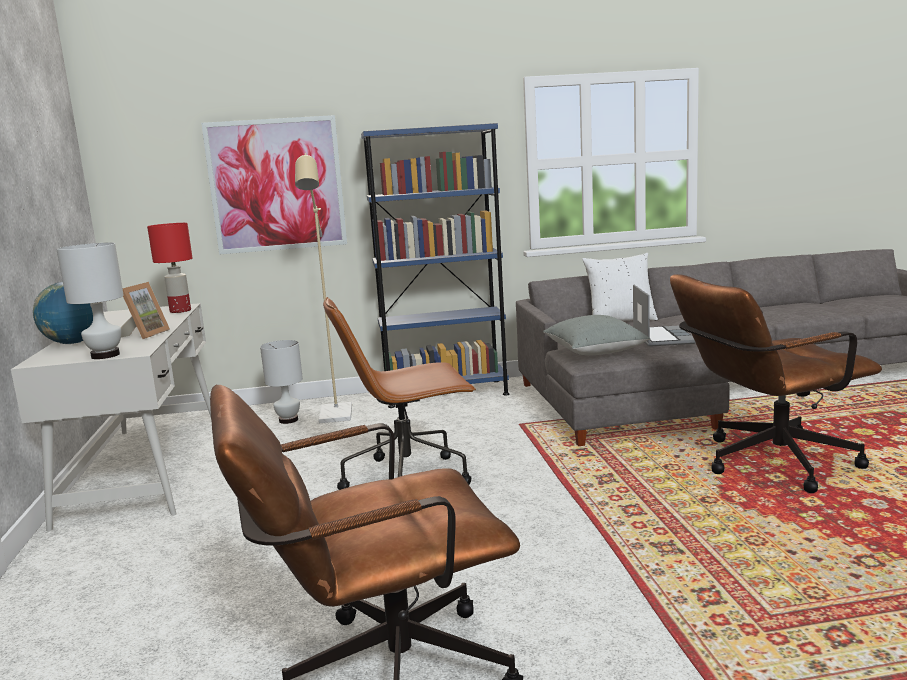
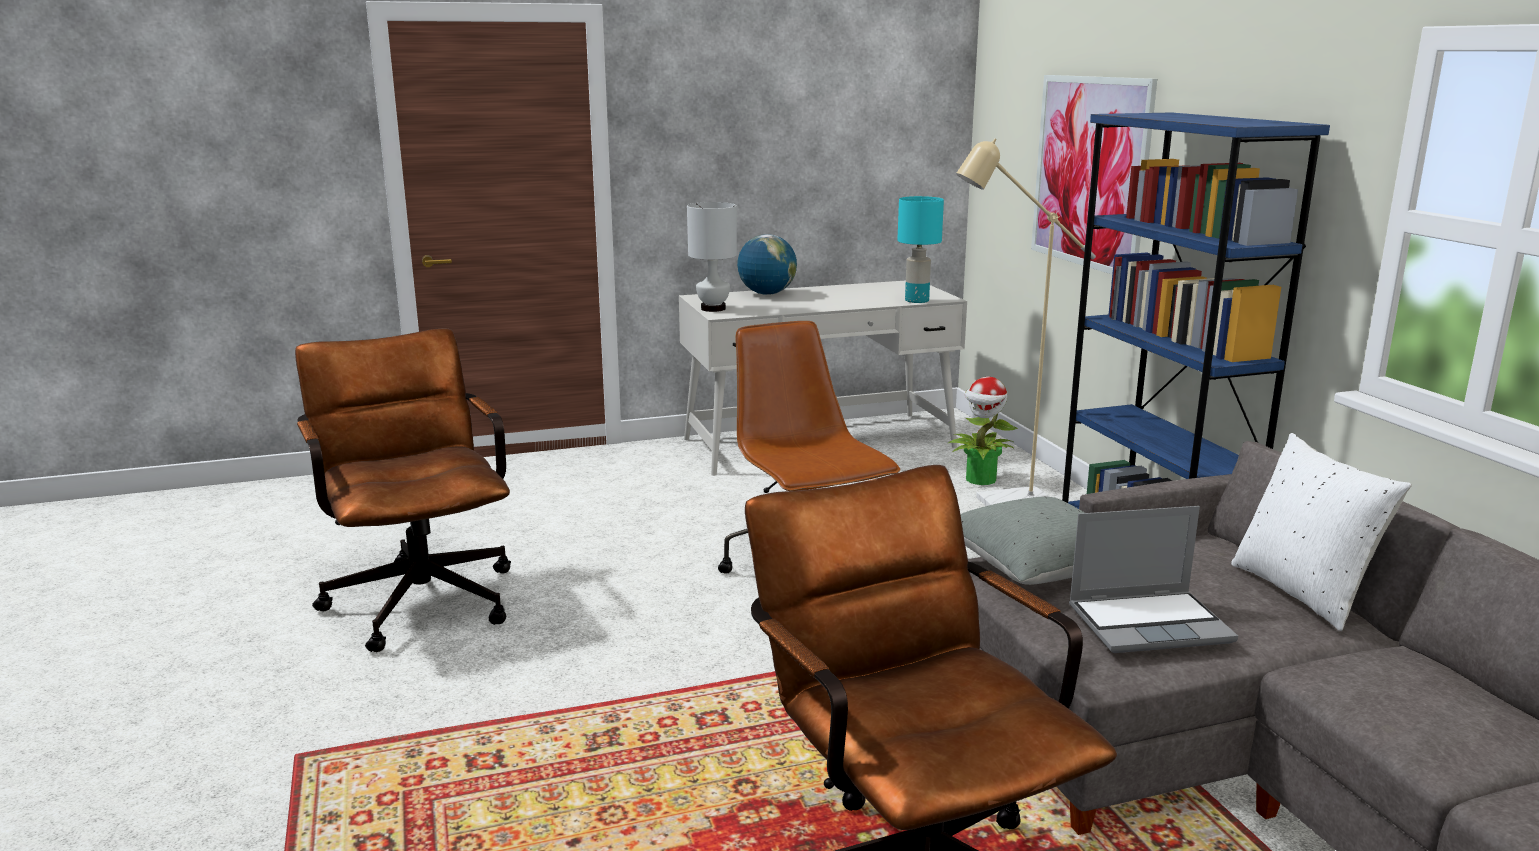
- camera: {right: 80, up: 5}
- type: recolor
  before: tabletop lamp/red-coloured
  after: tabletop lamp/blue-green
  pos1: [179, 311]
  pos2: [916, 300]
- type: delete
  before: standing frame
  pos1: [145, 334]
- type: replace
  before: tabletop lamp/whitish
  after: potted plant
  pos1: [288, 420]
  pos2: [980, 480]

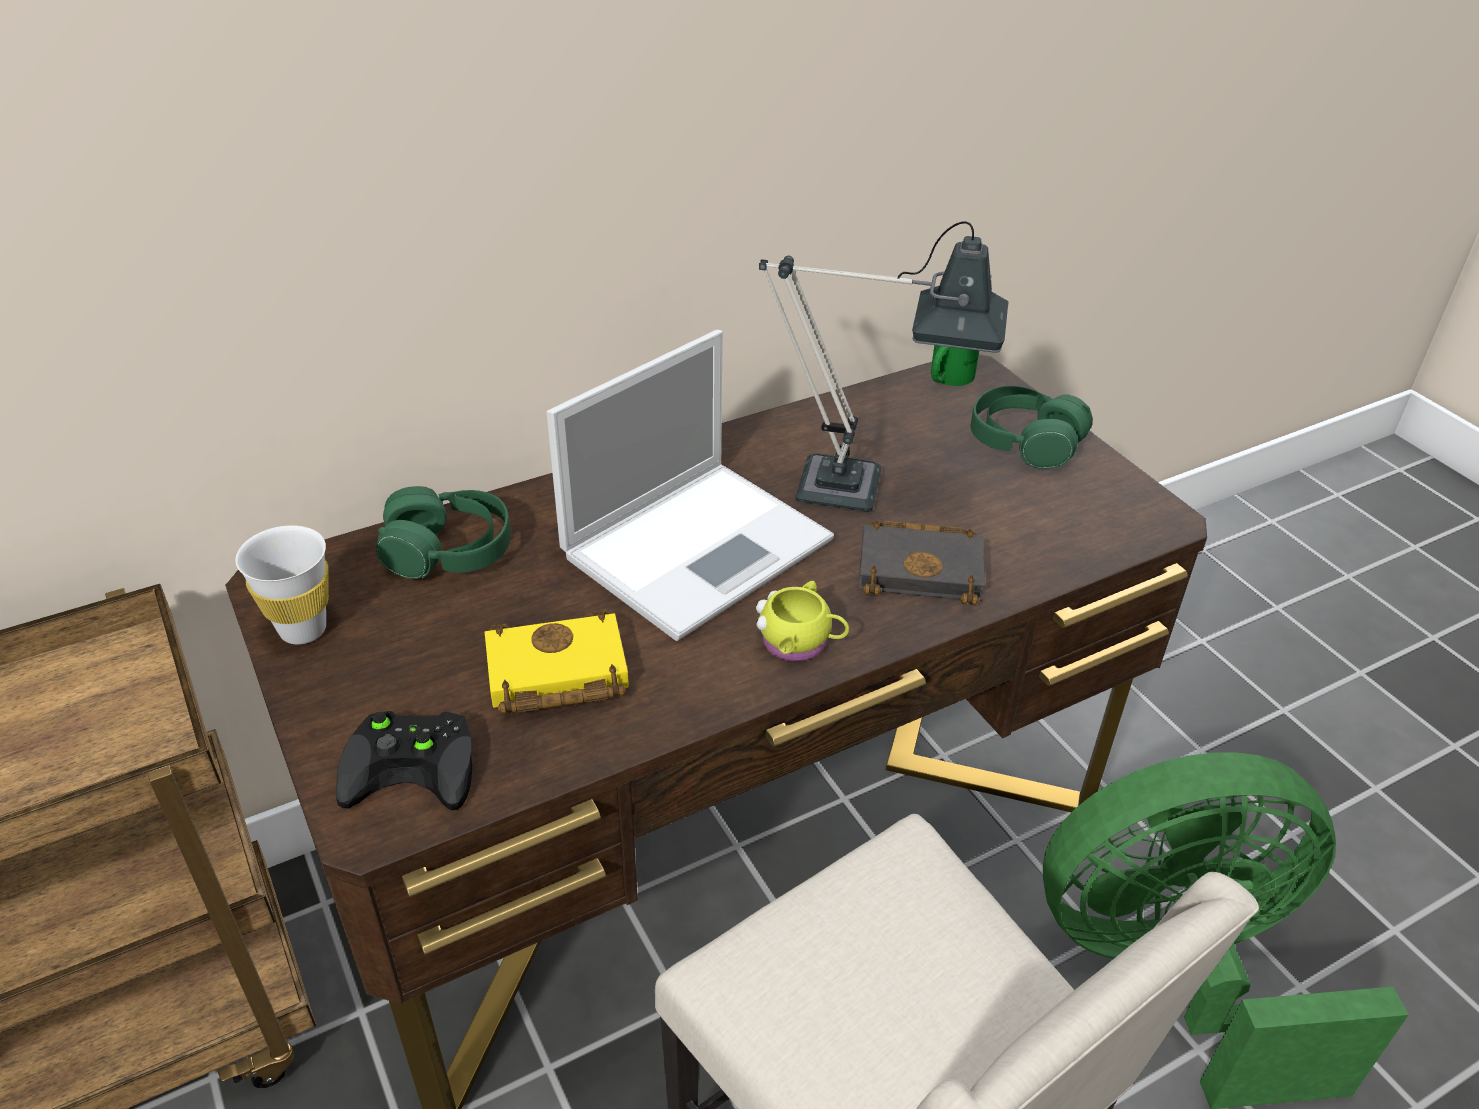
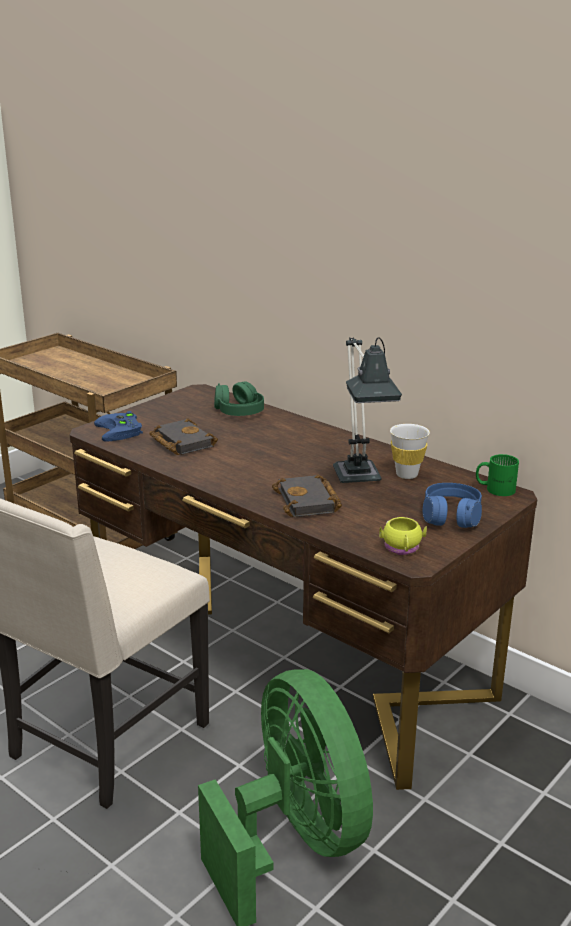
- camera: {right: 70, up: -15}
- type: delete
  before: laptop
  pos1: [700, 545]
- type: recolor
  before: headphones/green-coloured
  after: headphones/blue
  pos1: [1024, 442]
  pos2: [451, 516]
- type: move
  before: cup/whitish
  pos1: [303, 629]
  pos2: [407, 474]
- type: move
  before: coffee mug/yellow-coloured
  pos1: [800, 643]
  pos2: [402, 549]
- type: recolor
  before: book/yellow-coloured
  after: book/black-coloured
  pos1: [553, 675]
  pos2: [180, 442]
- type: recolor
  before: joypad/black-coloured
  after: joypad/blue
  pos1: [416, 764]
  pos2: [121, 431]

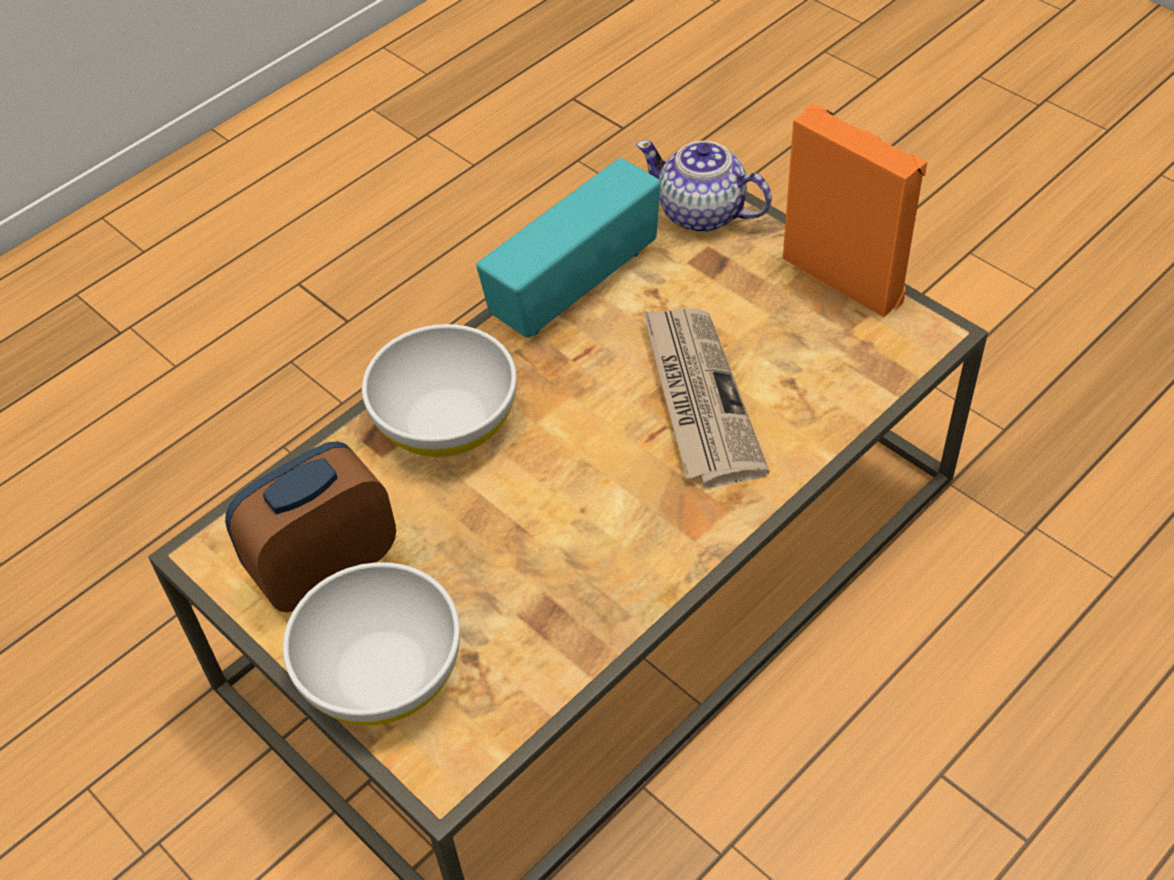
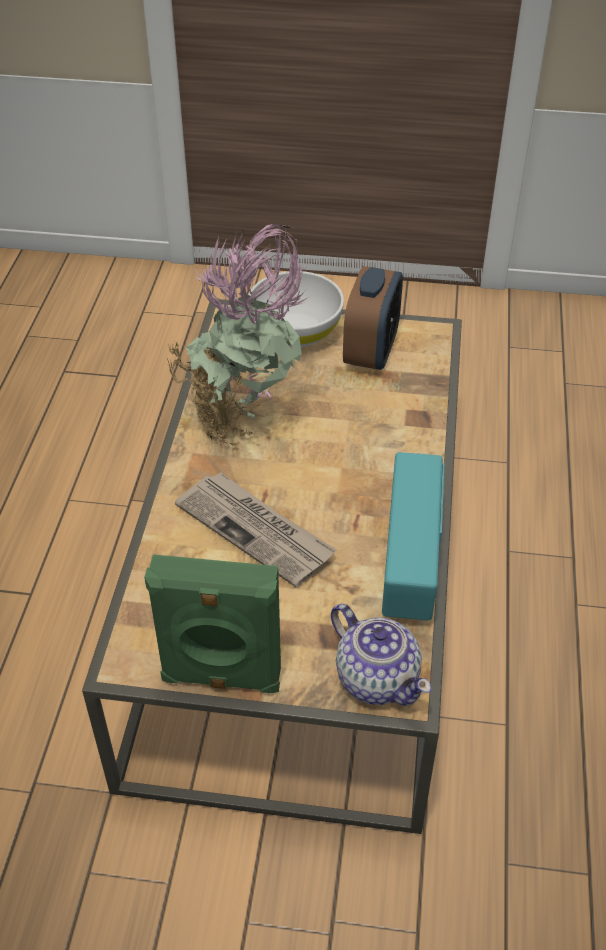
- camera: {right: 140, up: -5}
- type: recolor
  before: audio speaker/orange-coloured
  after: audio speaker/green-coloured
  pos1: [844, 277]
  pos2: [221, 678]
- type: rotate
  before: pot for tea
  pos1: [702, 213]
  pos2: [377, 677]
  turn: 60
- type: delete
  before: serving bowl/whitish
  pos1: [447, 422]
- type: insert
  after: potted plant
  pos2: [244, 421]

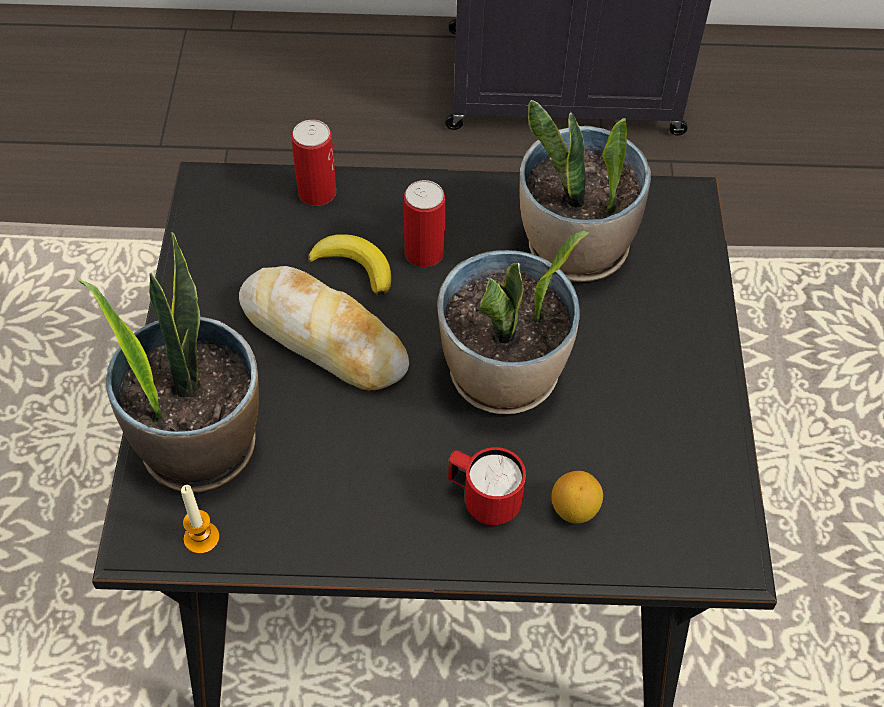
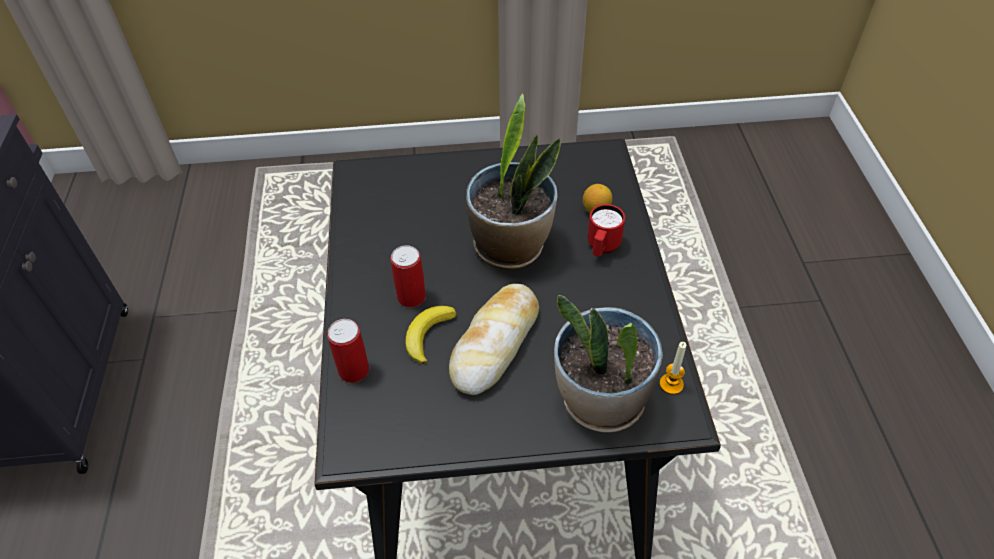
- camera: {right: -95, up: -5}
- type: delete
  before: potted plant
  pos1: [575, 249]

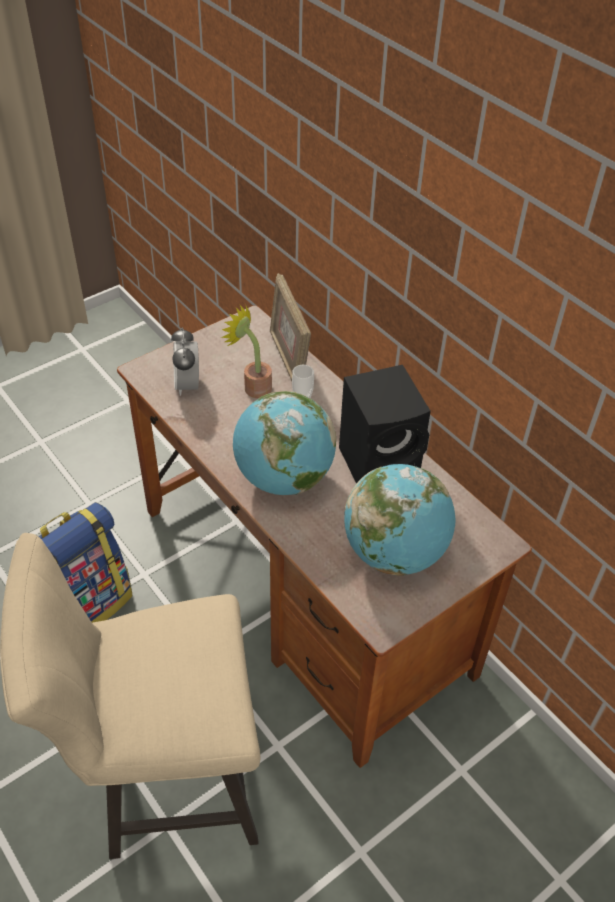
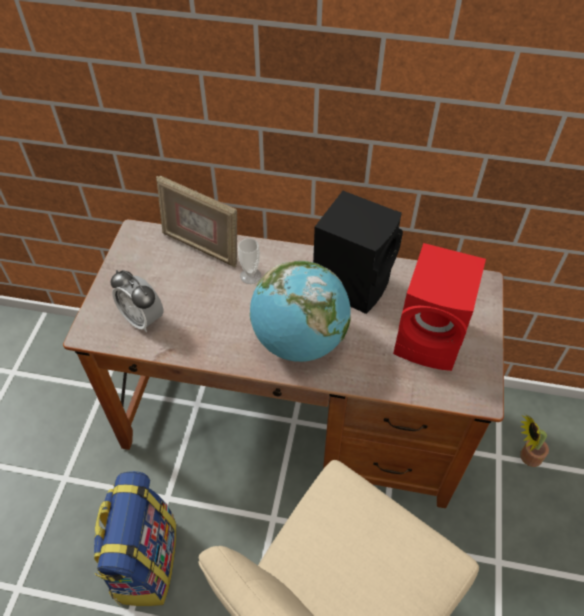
- camera: {right: -40, up: 5}
- type: move
  before: potted plant
  pos1: [253, 386]
  pos2: [526, 457]
- type: replace
  before: world globe
  after: audio speaker/red-coloured
  pos1: [394, 553]
  pos2: [431, 339]

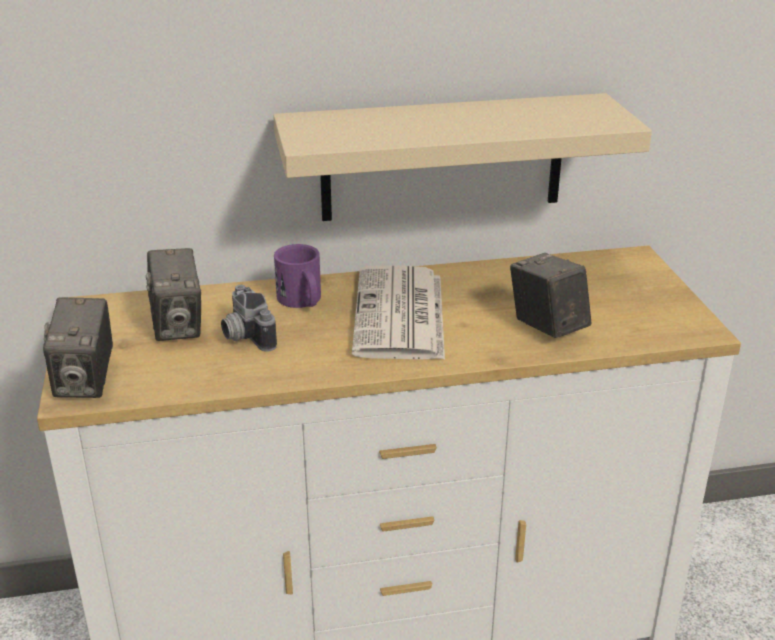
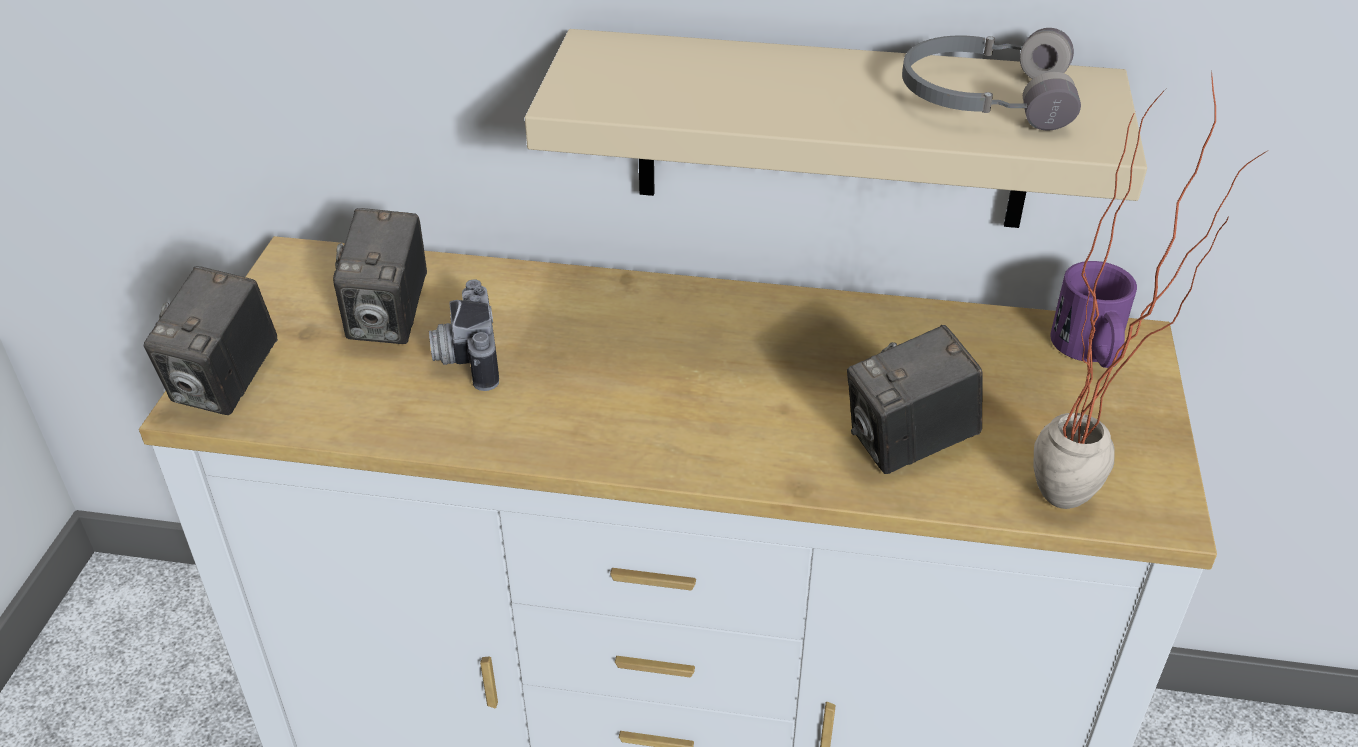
- camera: {right: 20, up: 10}
- type: move
  before: coffee mug/purple-coloured
  pos1: [302, 301]
  pos2: [1090, 351]
- type: rotate
  before: still camera
  pos1: [547, 327]
  pos2: [908, 445]
  turn: -105
- type: delete
  before: daily paper
  pos1: [400, 315]
- type: insert
  after: headphones/grey
  pos2: [985, 97]
- type: insert
  after: potted plant
  pos2: [1086, 505]

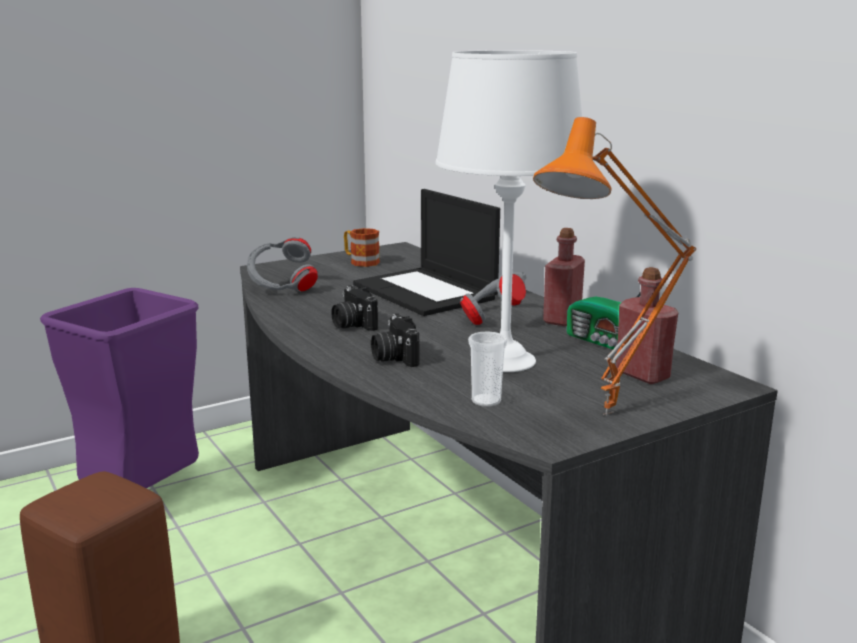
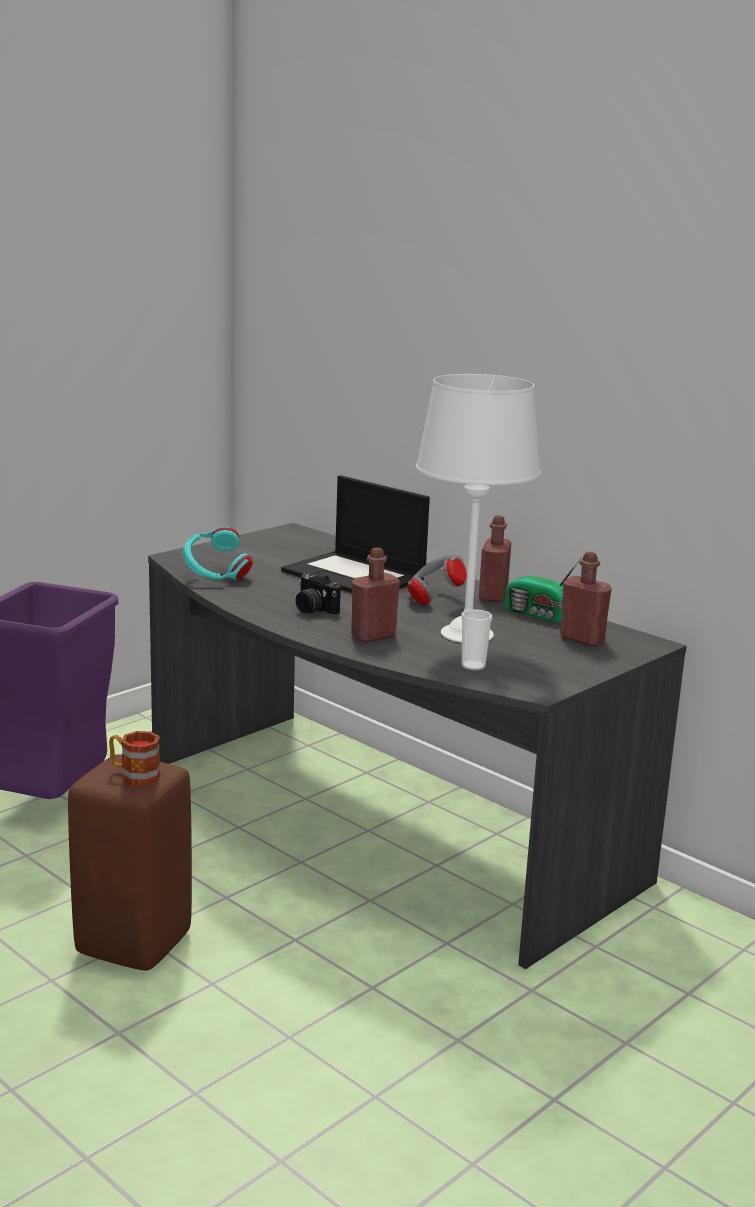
- camera: {right: -15, up: 0}
- type: delete
  before: tabletop lamp/orange-coloured
  pos1: [612, 416]
- type: move
  before: coffee mug
  pos1: [360, 261]
  pos2: [134, 775]
- type: recolor
  before: headphones/grey
  after: headphones/blue-green
  pos1: [282, 288]
  pos2: [215, 577]
- type: replace
  before: still camera
  after: bottle/red-coloured
  pos1: [394, 357]
  pos2: [373, 636]

